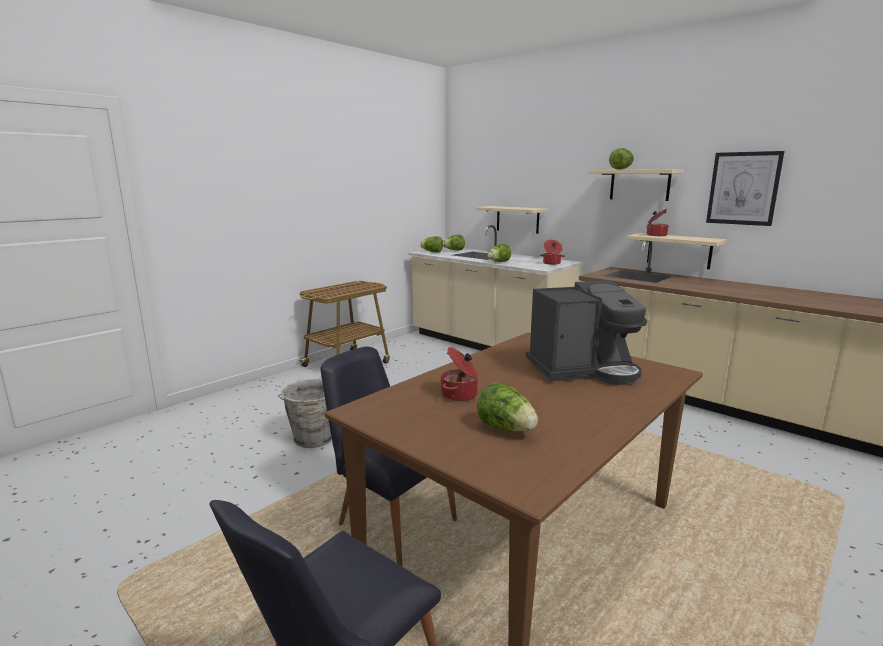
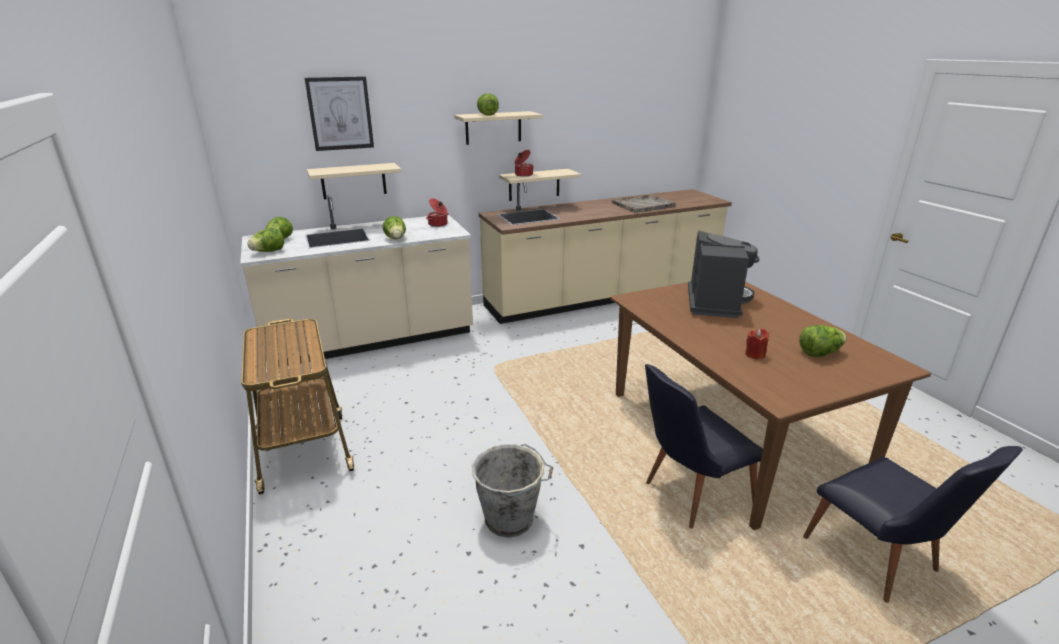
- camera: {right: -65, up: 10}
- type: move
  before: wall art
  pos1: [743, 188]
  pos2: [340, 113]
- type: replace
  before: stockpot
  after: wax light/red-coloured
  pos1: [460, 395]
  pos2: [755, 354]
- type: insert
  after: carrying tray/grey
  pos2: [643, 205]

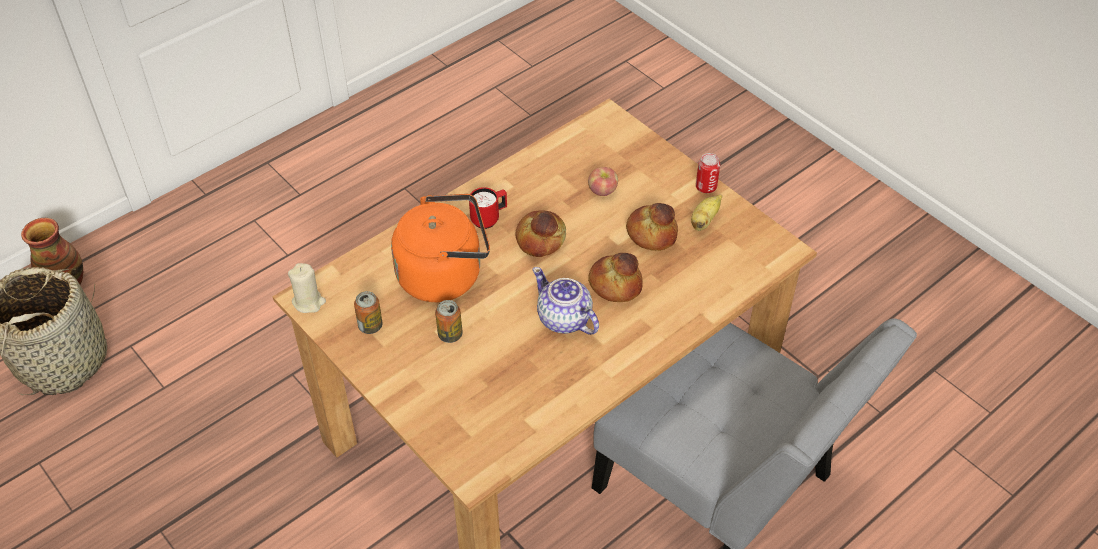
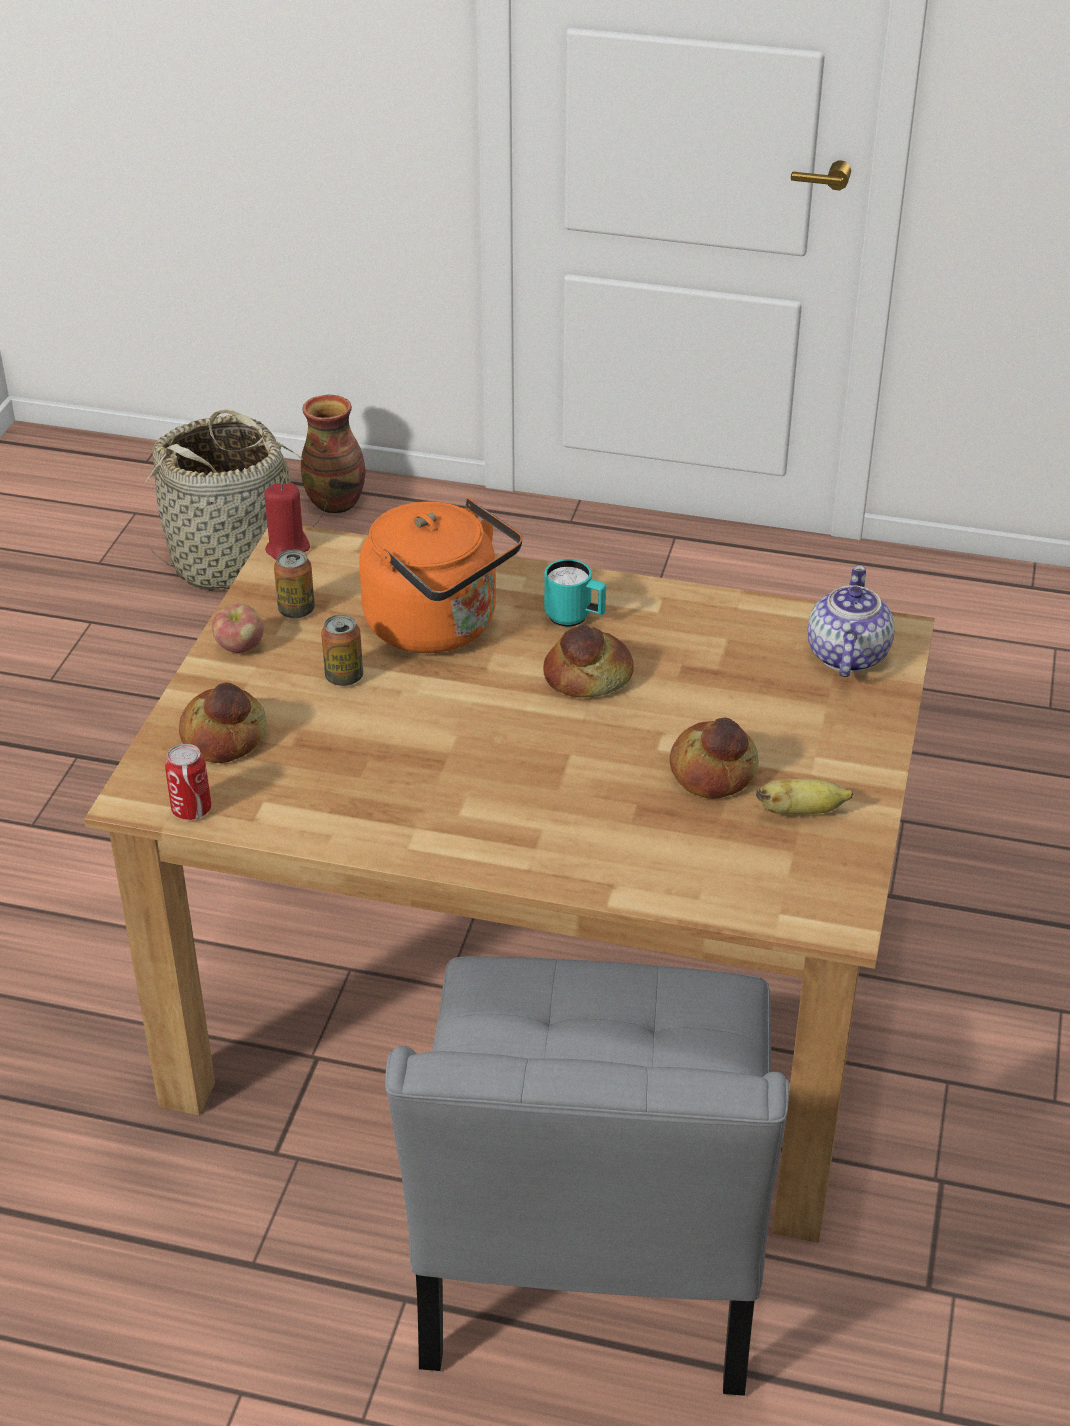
- camera: {right: 55, up: -10}
- type: move
  before: can
  pos1: [706, 187]
  pos2: [191, 809]
- type: move
  before: apple fruit
  pos1: [602, 191]
  pos2: [240, 647]
- type: recolor
  before: coffee mug/red-coloured
  after: coffee mug/blue-green
  pos1: [489, 219]
  pos2: [575, 618]
- type: move
  before: bread
  pos1: [615, 284]
  pos2: [225, 737]
- type: recolor
  before: wax light/beige
  after: wax light/red-coloured
  pos1: [309, 302]
  pos2: [288, 549]
- type: move
  before: pot for tea
  pos1: [564, 319]
  pos2: [846, 656]

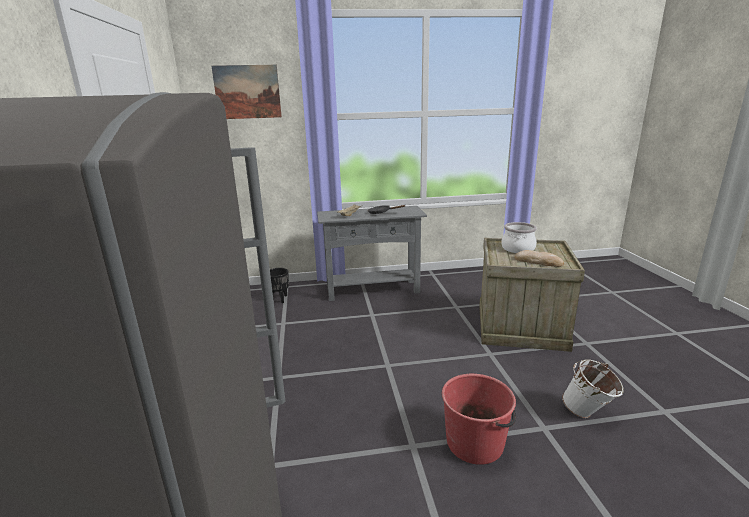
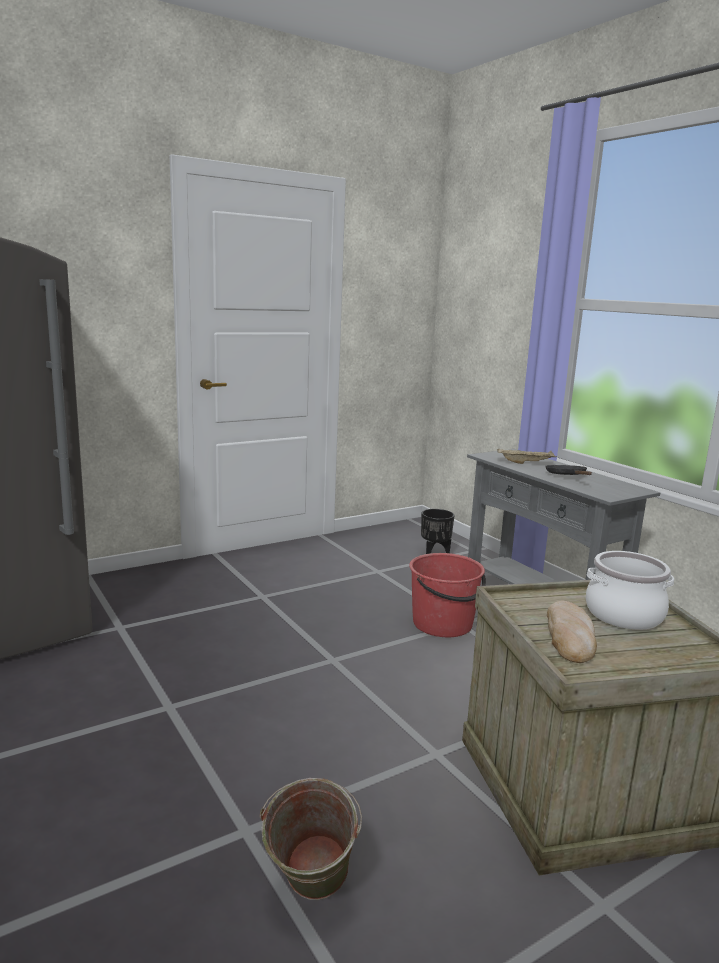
- camera: {right: 65, up: -5}
- type: delete
  before: wall art
  pos1: [247, 92]
- type: recolor
  before: bucket/whitish
  after: bucket/green-coloured
  pos1: [588, 414]
  pos2: [309, 895]
- type: move
  before: bucket/red-coloured
  pos1: [475, 442]
  pos2: [443, 624]

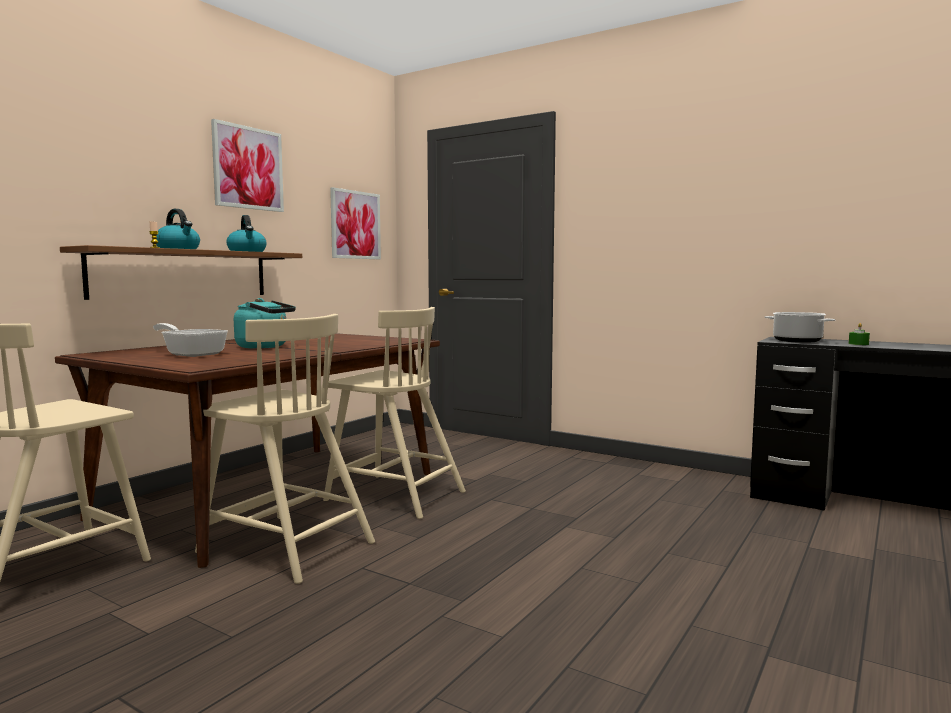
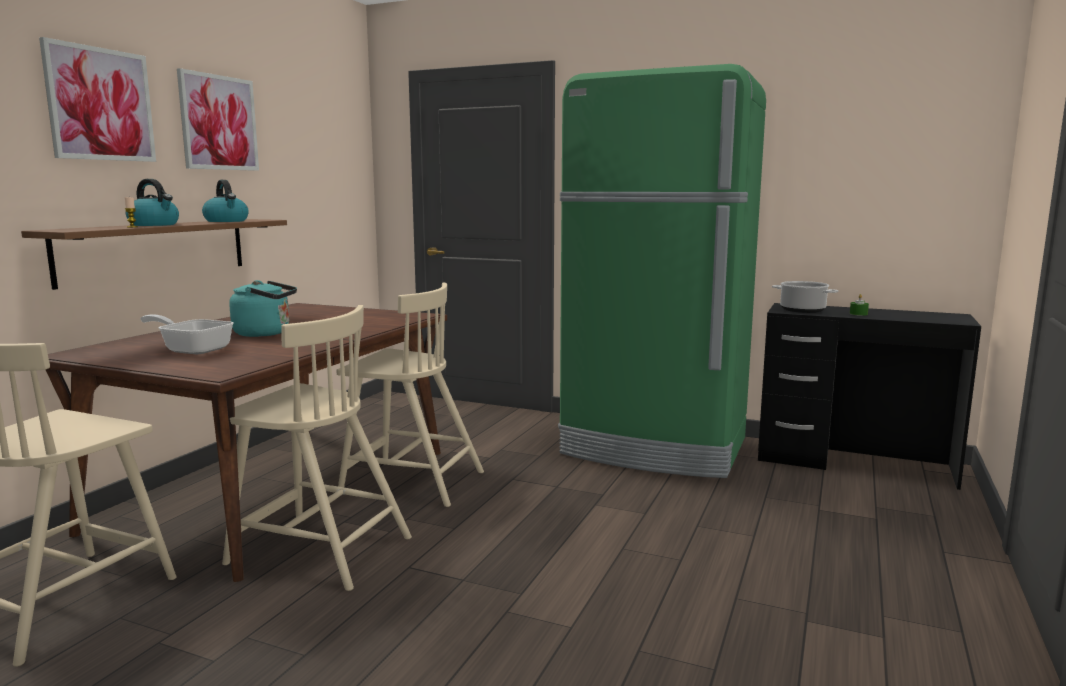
- camera: {right: -10, up: 5}
- type: move
  before: wall art
  pos1: [355, 225]
  pos2: [100, 104]
- type: insert
  after: fridge/green-coloured
  pos2: [654, 448]

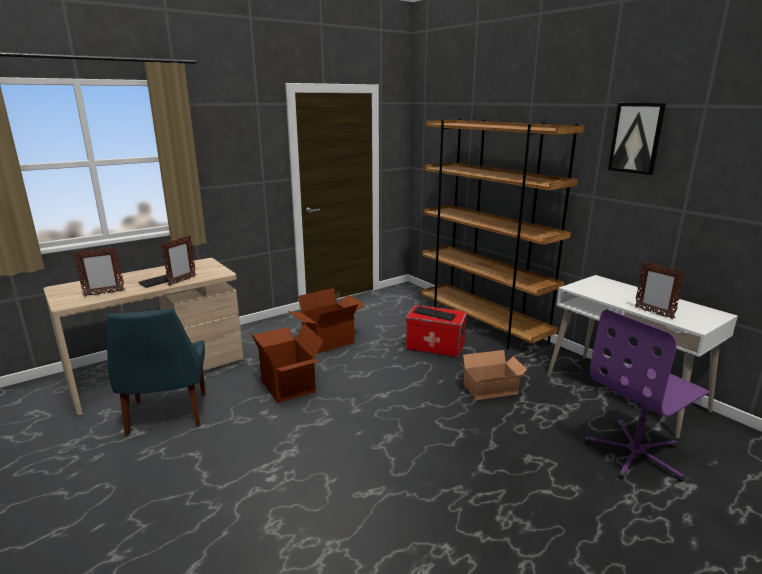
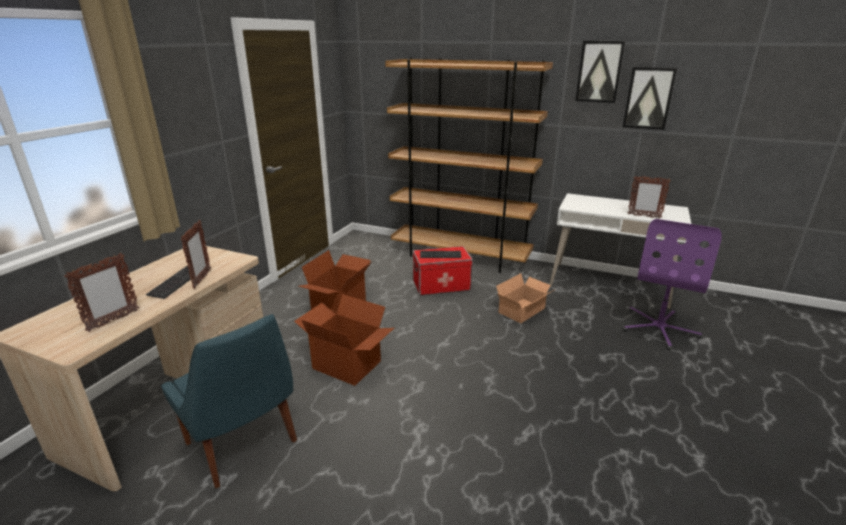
- camera: {right: -30, up: 5}
- type: insert
  after: wall art
  pos2: [648, 98]

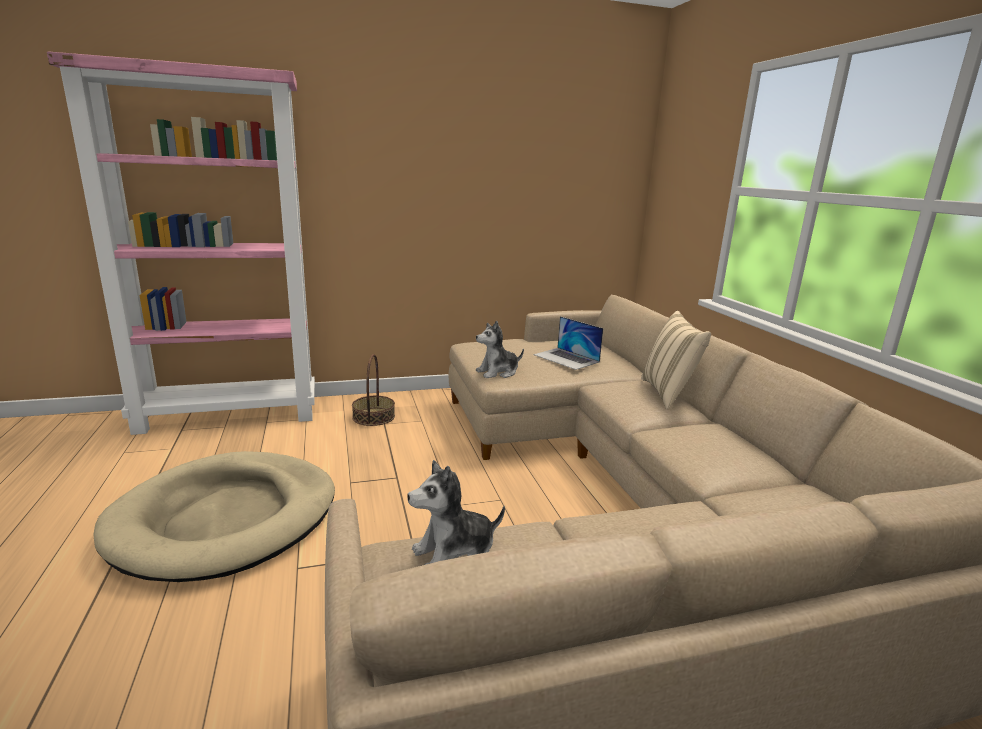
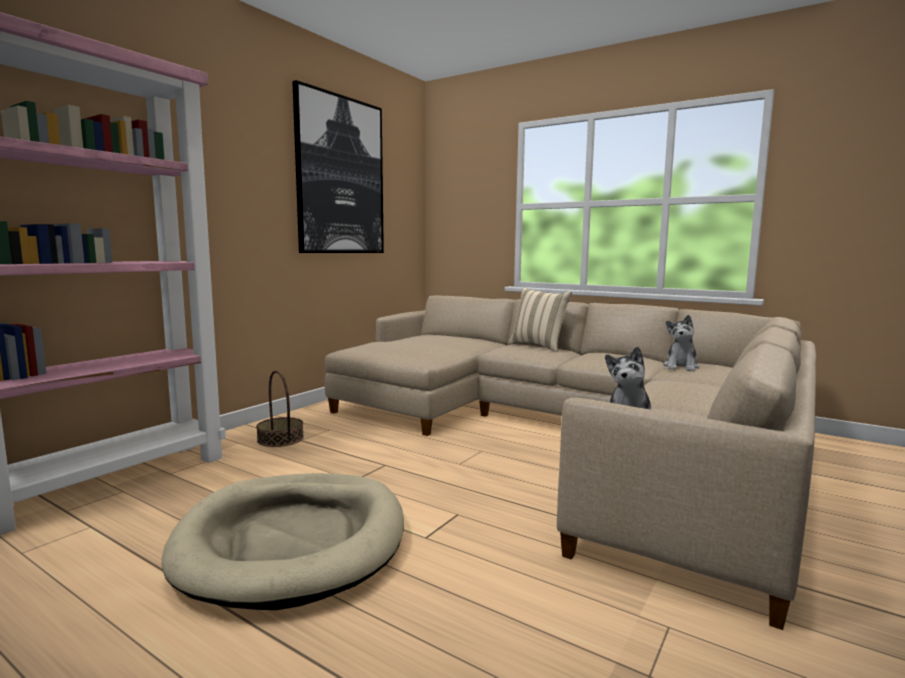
- camera: {right: -40, up: -10}
- type: delete
  before: laptop
  pos1: [566, 358]
- type: move
  before: soft toy
  pos1: [498, 372]
  pos2: [681, 367]
- type: insert
  after: wall art
  pos2: [340, 176]

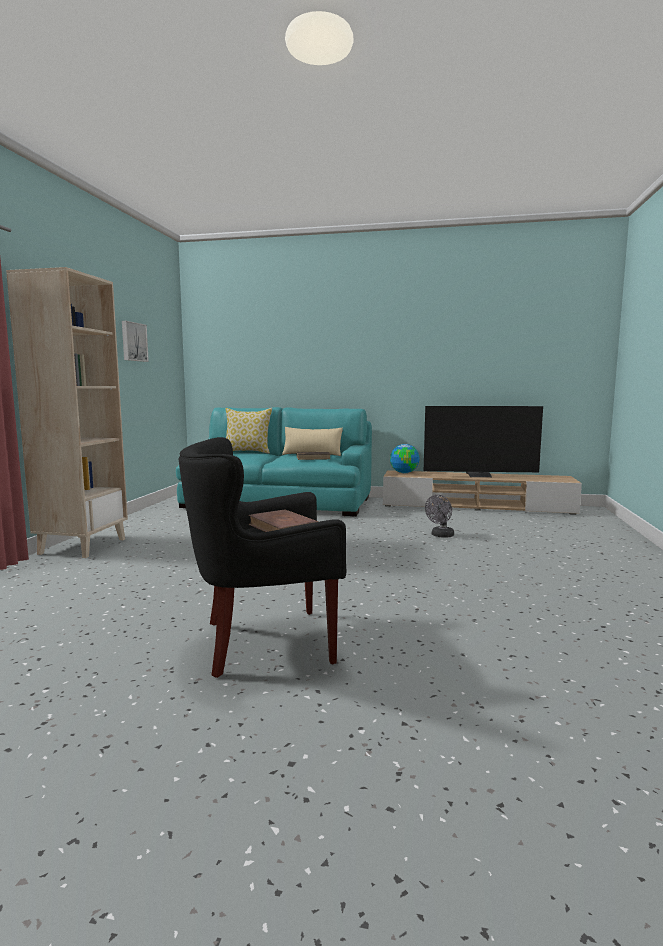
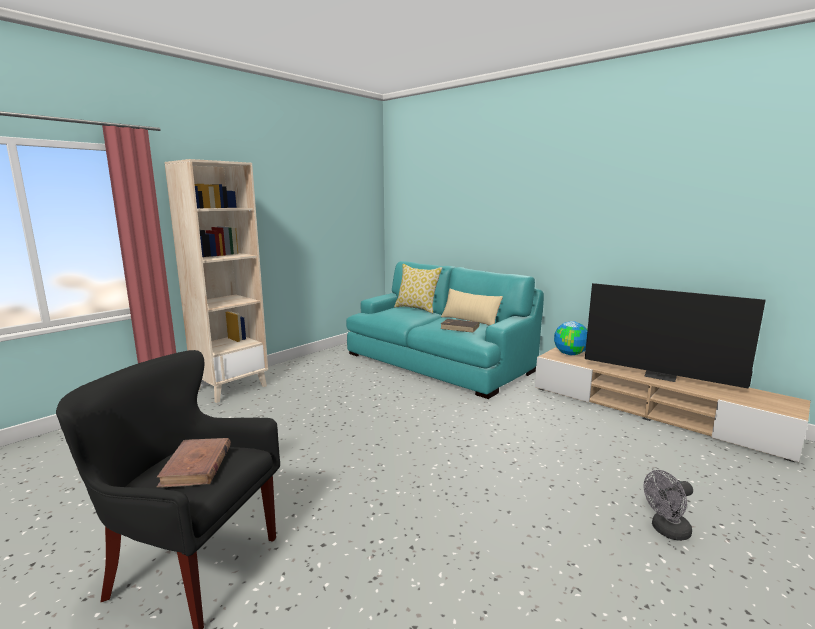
- camera: {right: 30, up: 5}
- type: delete
  before: wall art
  pos1: [133, 342]
- type: move
  before: cooling fan/grey
  pos1: [440, 536]
  pos2: [666, 531]

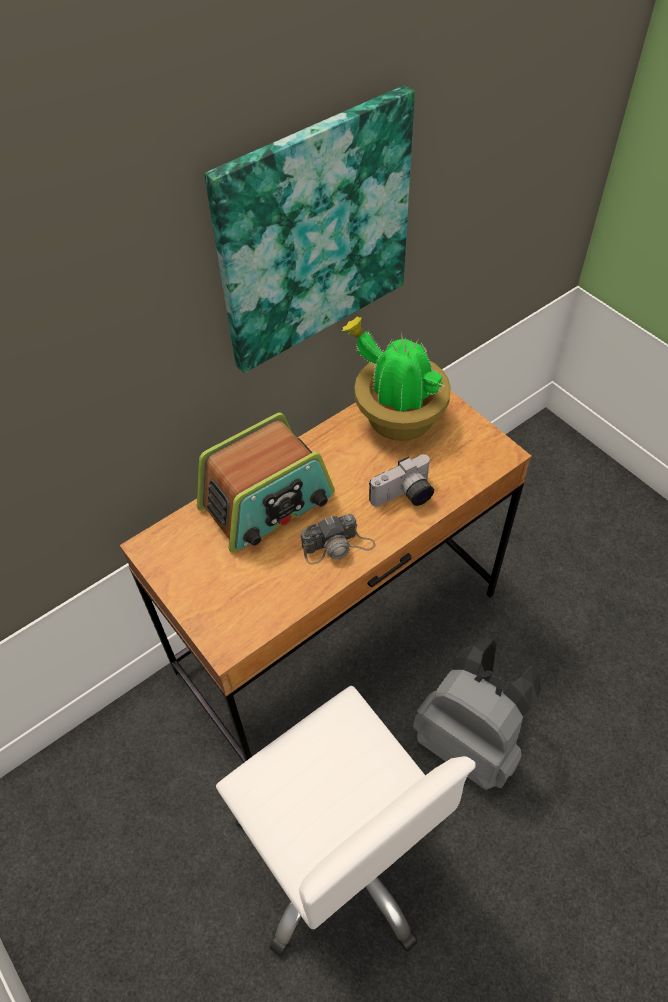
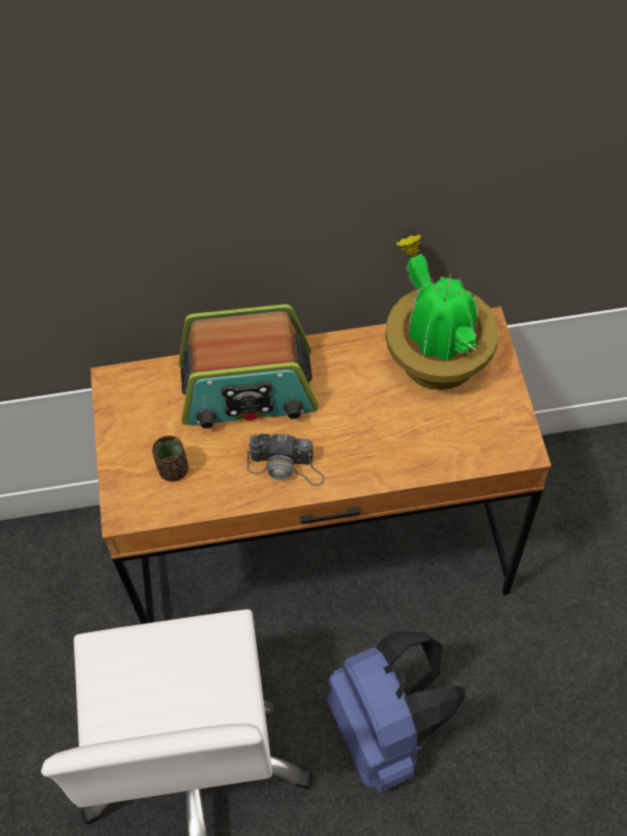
- camera: {right: 30, up: 5}
- type: delete
  before: wall art
  pos1: [313, 233]
- type: delete
  before: still camera
  pos1: [404, 497]
- type: recolor
  before: rucksack/grey
  after: rucksack/blue
  pos1: [470, 740]
  pos2: [386, 730]
- type: insert
  after: cup/brown
  pos2: [173, 470]

